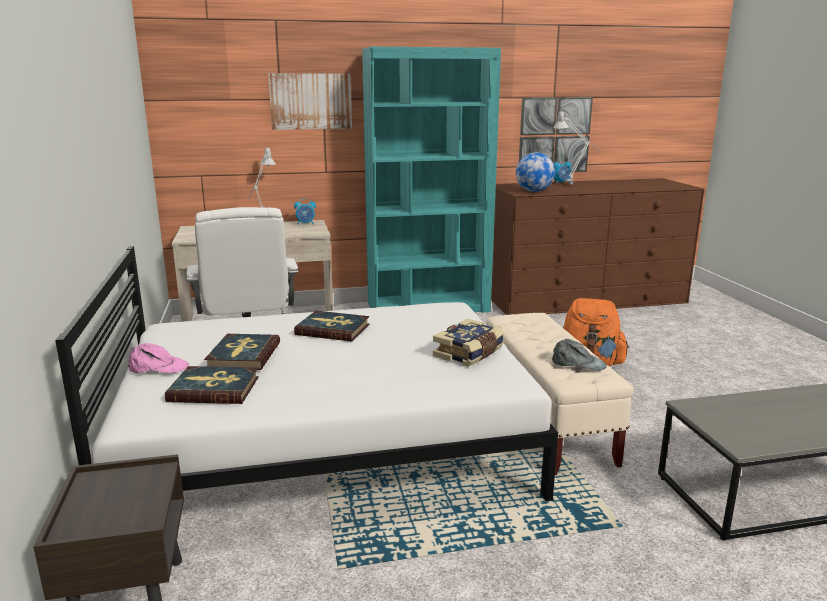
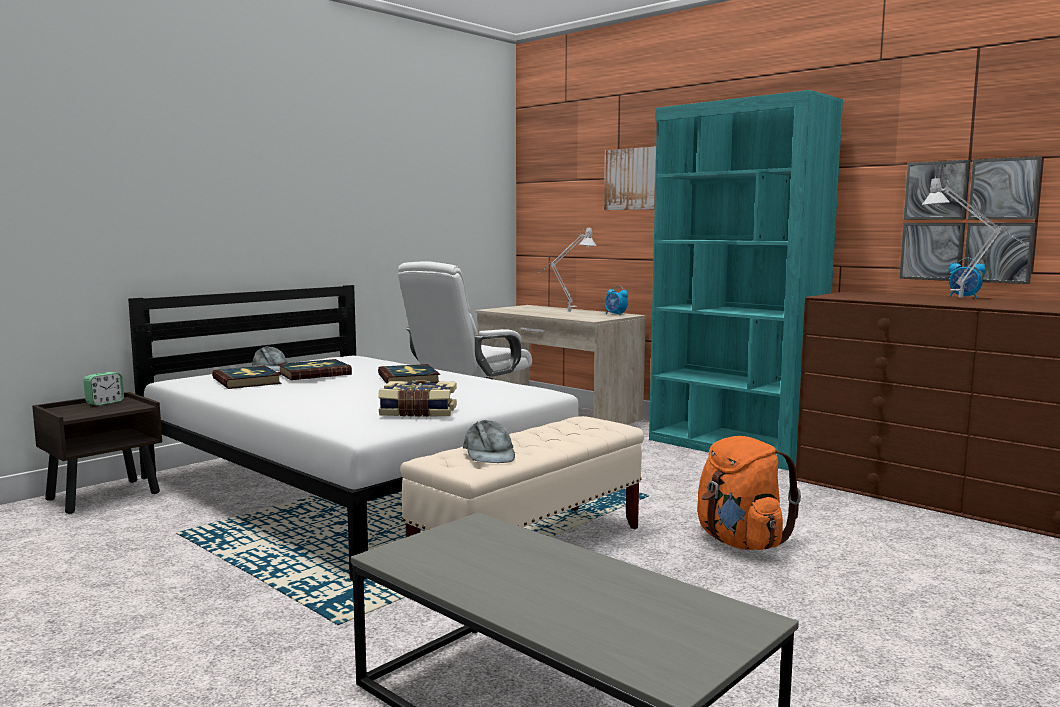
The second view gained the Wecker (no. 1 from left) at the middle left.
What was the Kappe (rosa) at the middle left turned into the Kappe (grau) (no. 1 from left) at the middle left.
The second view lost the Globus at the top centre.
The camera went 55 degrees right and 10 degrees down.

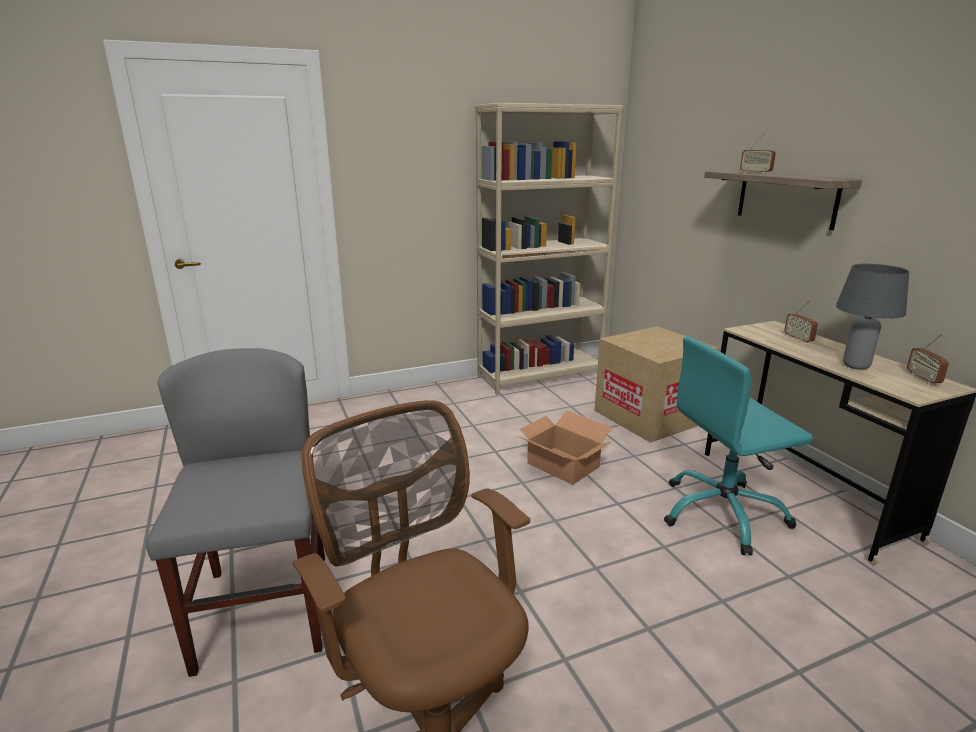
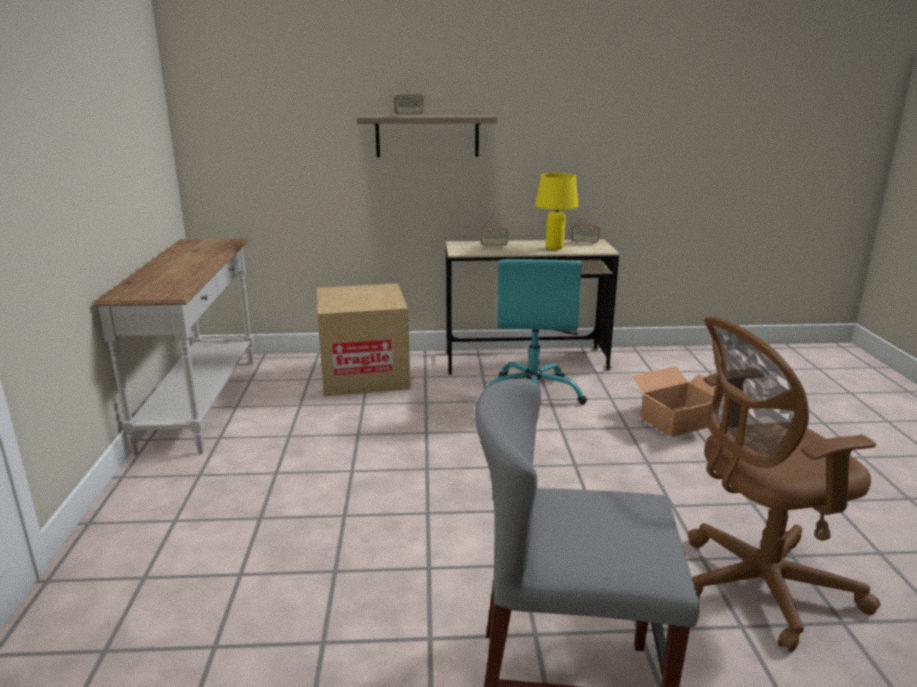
Where the Bücherregal (beige) stood at the centre, the Konsolentisch (weiß) came to stand at the middle left.
What was the Tischlampe (grau) at the middle right turned into the Tischlampe (gelb) at the top centre.
The Karton (no. 1 from left in the first image) ended up elsewhere, having gone from the centre to the middle right.
The camera went 70 degrees left and 0 degrees up.

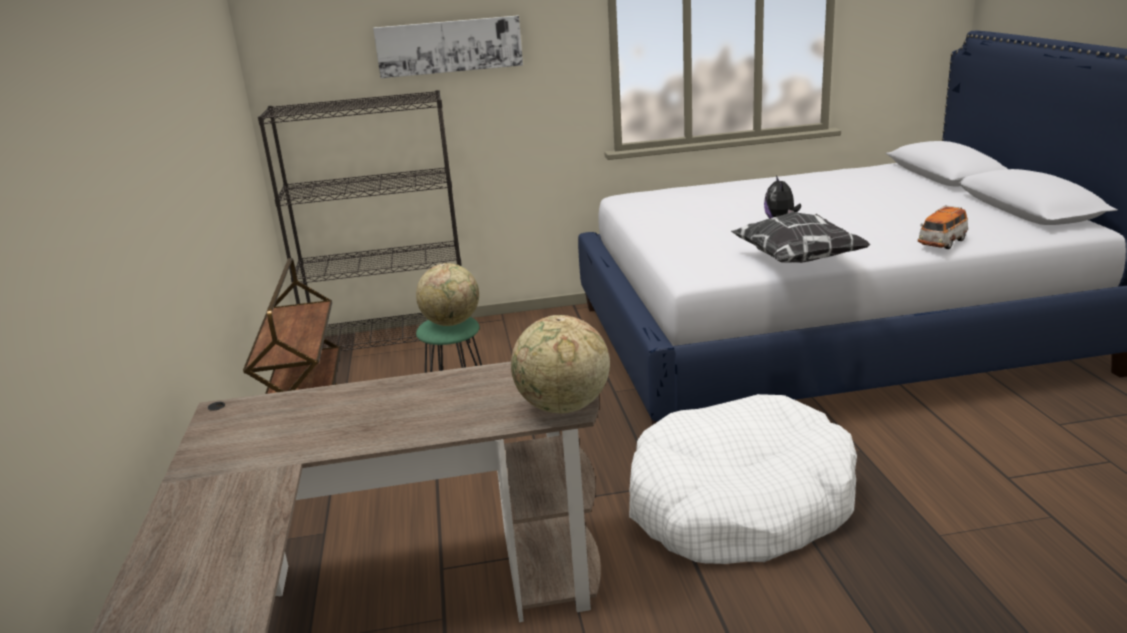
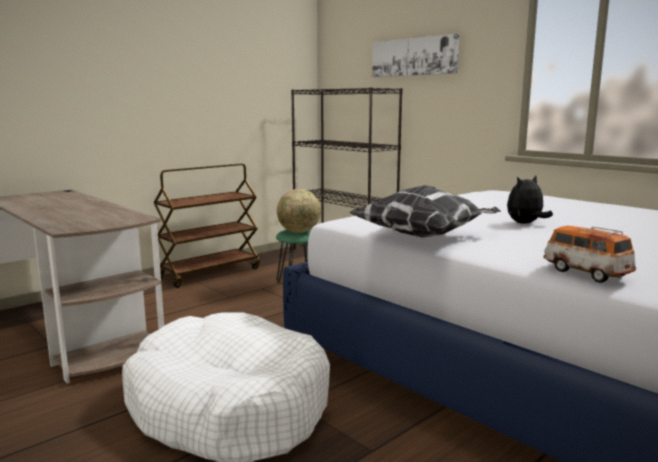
The Spielzeugauto at the middle right ended up facing another way, 45 degrees clockwise from before.
The second view lost the Globus (no. 2 from left) at the centre.
The camera went 55 degrees right and 10 degrees down.

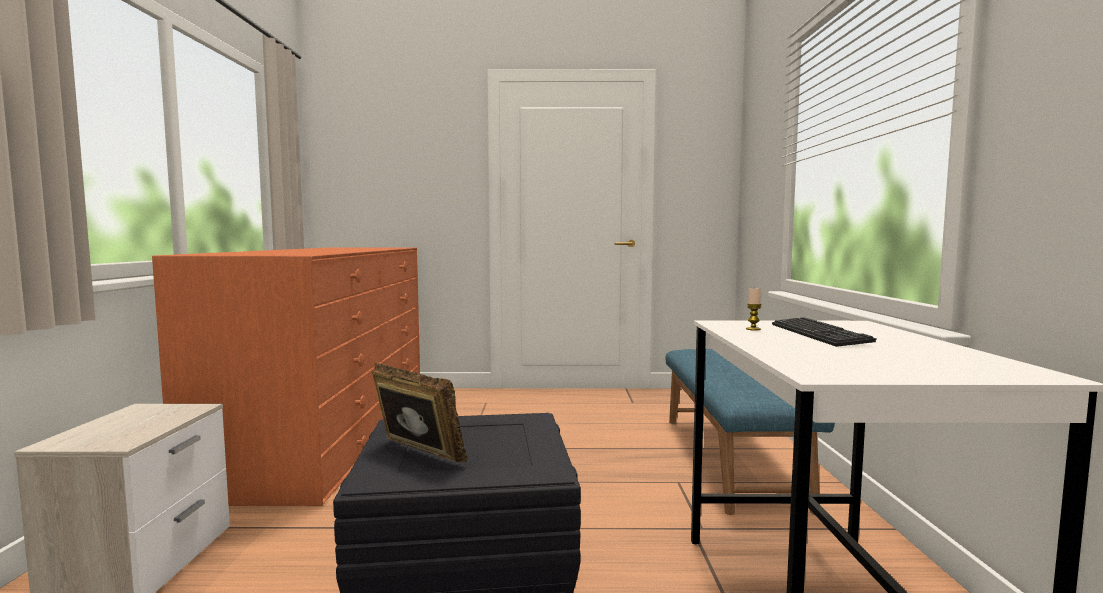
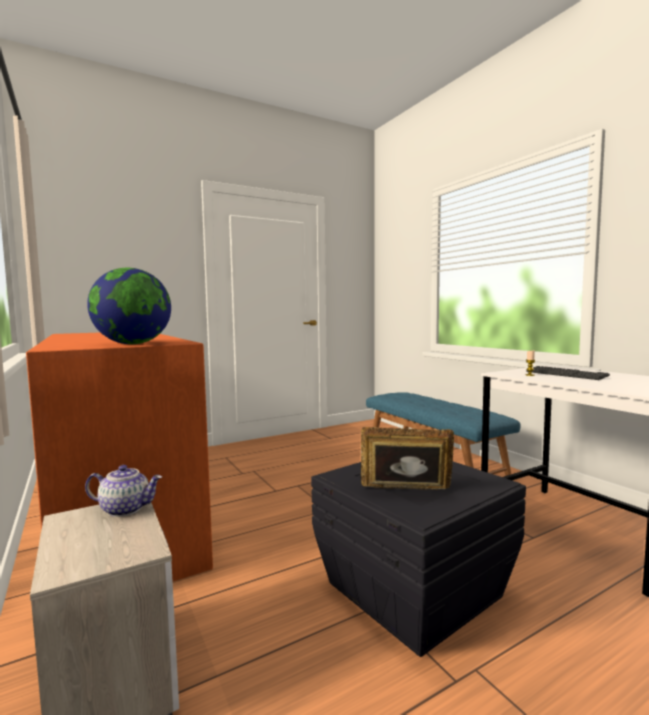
The second view gained the Teekanne at the bottom left.
The second view gained the Globus at the middle left.
The camera went 30 degrees left and 0 degrees up.

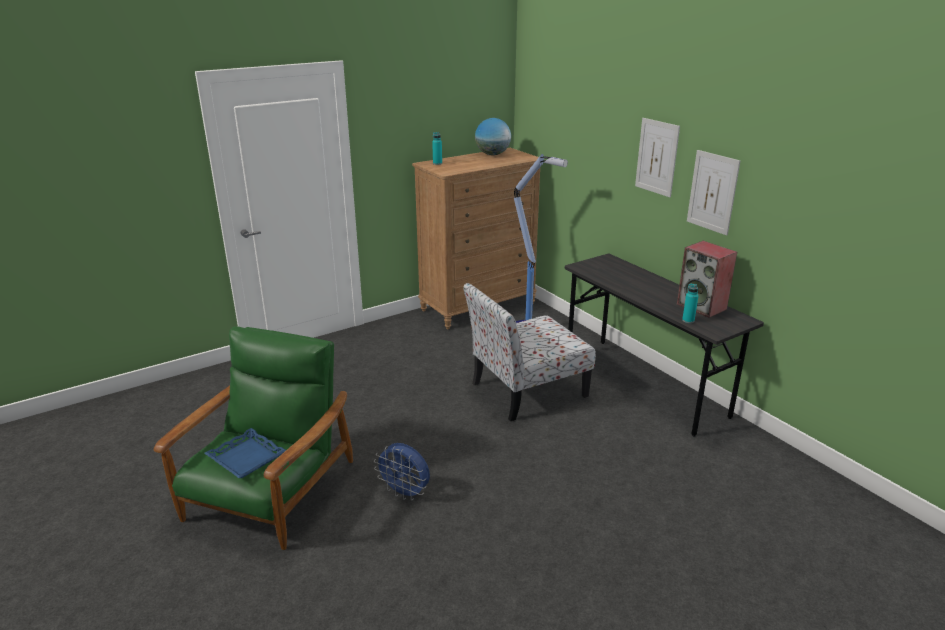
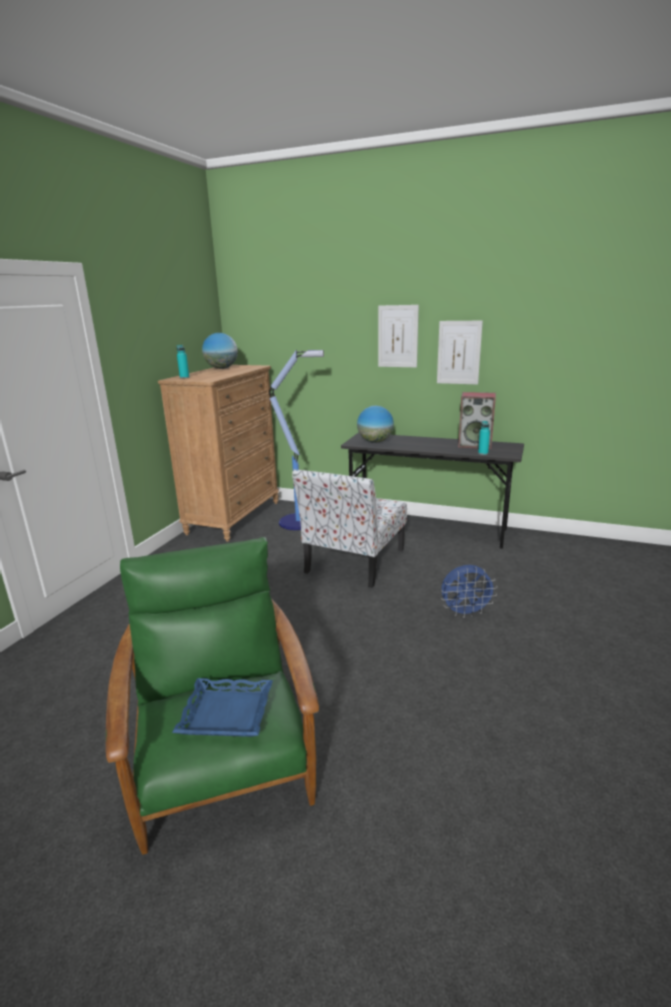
The second view gained the Globus (no. 2 from left) at the centre.
The Ventilator (blau) ended up elsewhere, having gone from the bottom centre to the middle right.
The camera went 35 degrees left and 5 degrees down.

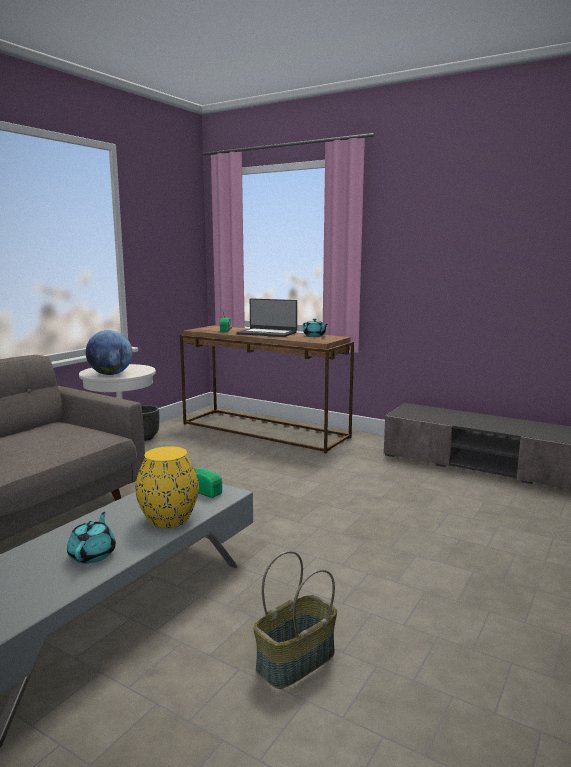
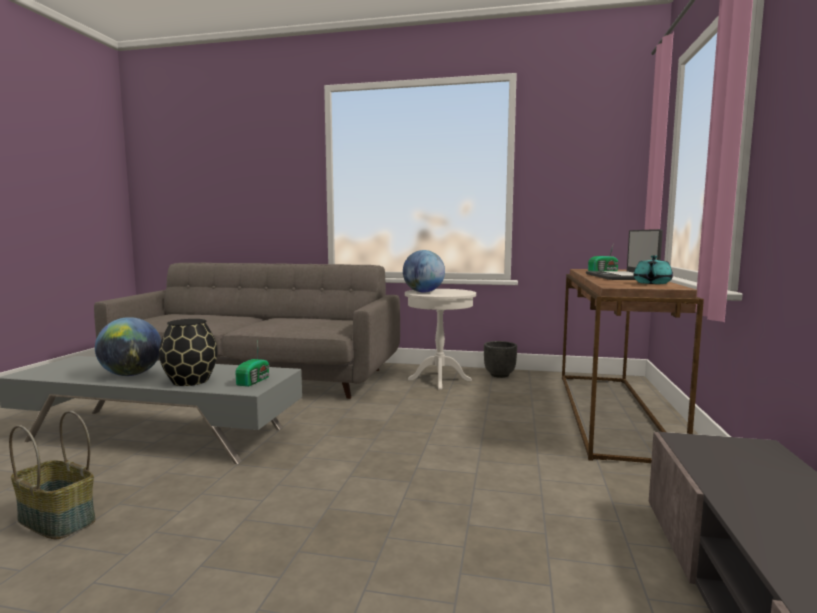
Where the Teekanne (türkis) (no. 1 from left) stood at the bottom left, the Globus (no. 1 from left) came to stand at the middle left.
What was the Vase (gelb) at the middle left turned into the Vase (schwarz) at the middle left.
The camera went 70 degrees right and 5 degrees down.

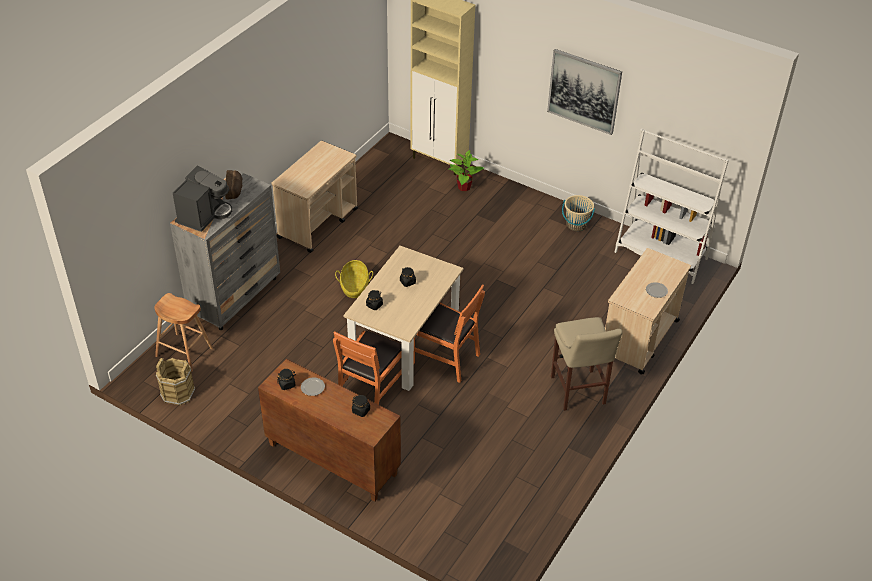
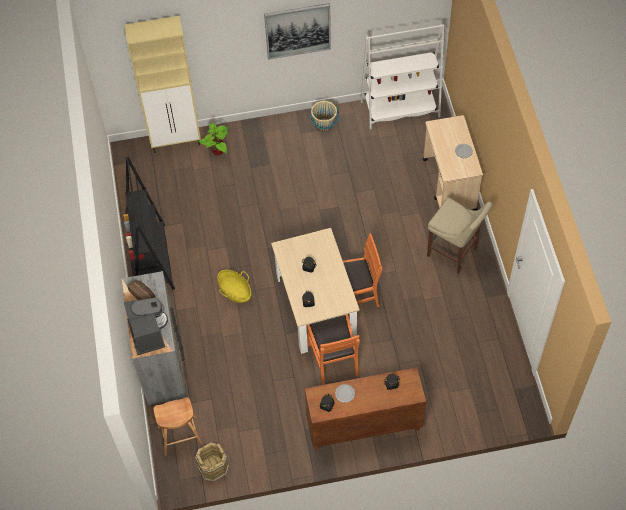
Where the Rollwagen (beige) (no. 1 from left) stood at the centre, the Bücherregal (schwarz) came to stand at the middle left.
The camera went 40 degrees left and 15 degrees up.

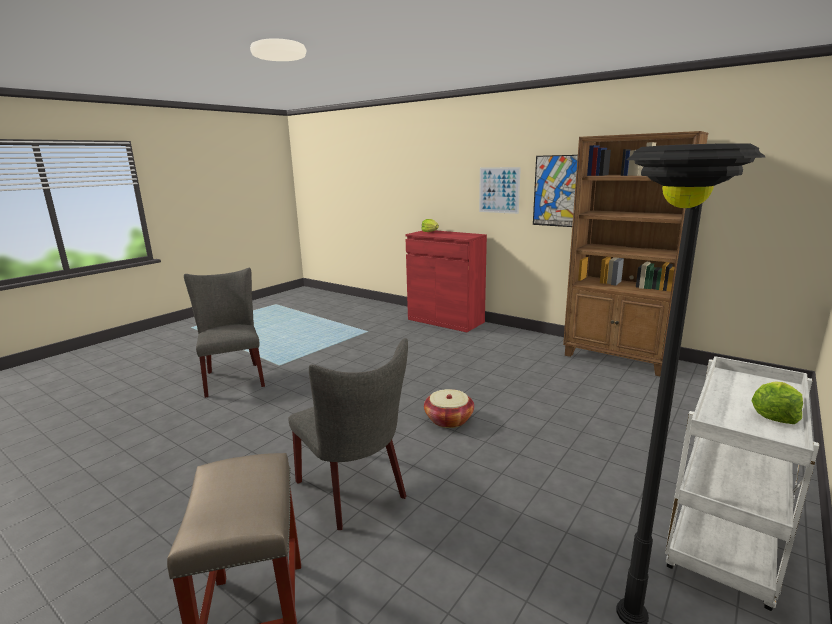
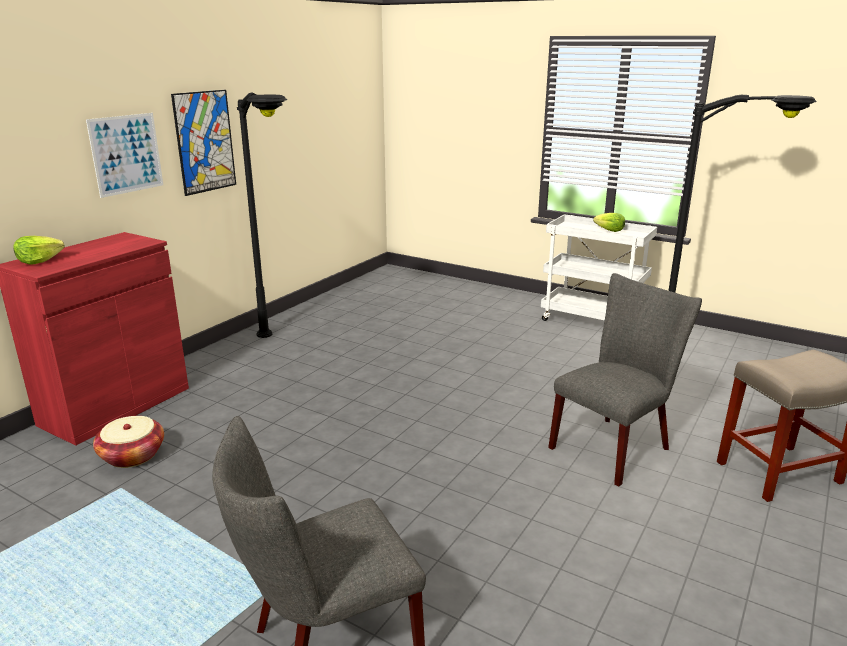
The Korb ended up elsewhere, having gone from the centre to the bottom left.
The second view gained the Stehlampe (schwarz) (no. 1 from left) at the top left.
The second view lost the Bücherregal (braun) at the middle right.
The camera went 95 degrees left and 5 degrees up.

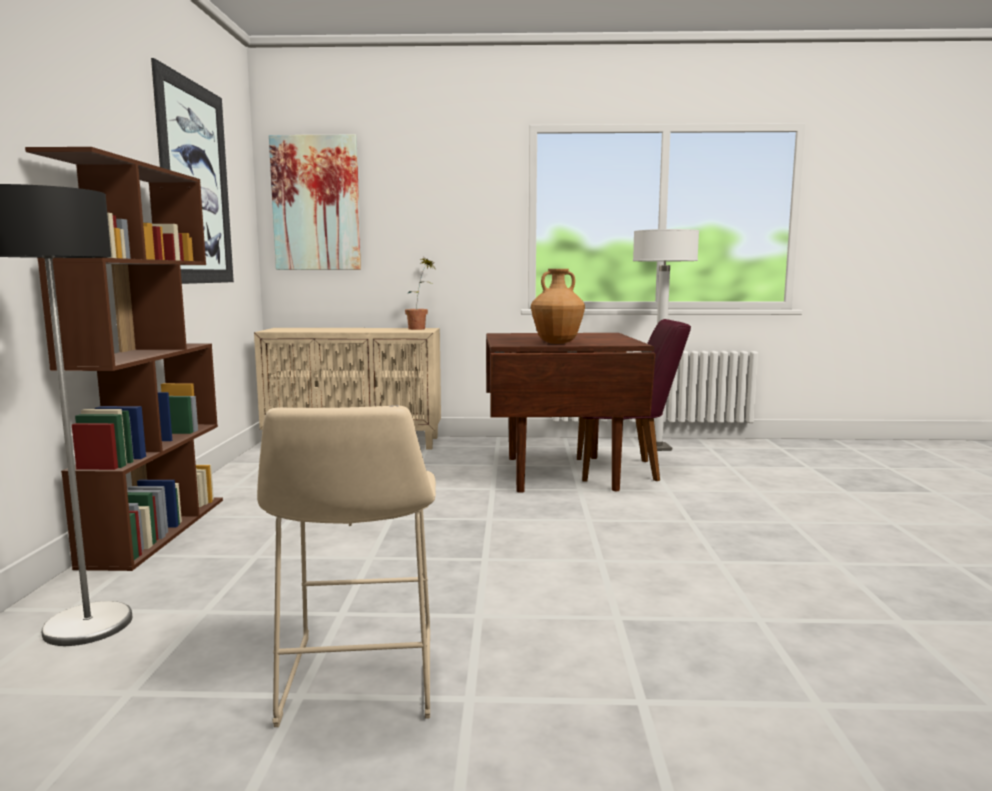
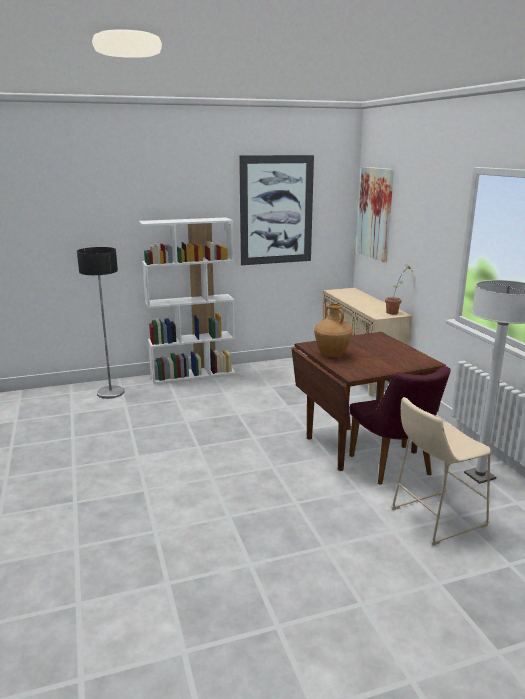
What was the Bücherregal (braun) at the middle left turned into the Bücherregal (weiß) at the centre.
The Hocker (beige) ended up elsewhere, having gone from the bottom centre to the bottom right.
The camera went 70 degrees right and 10 degrees up.

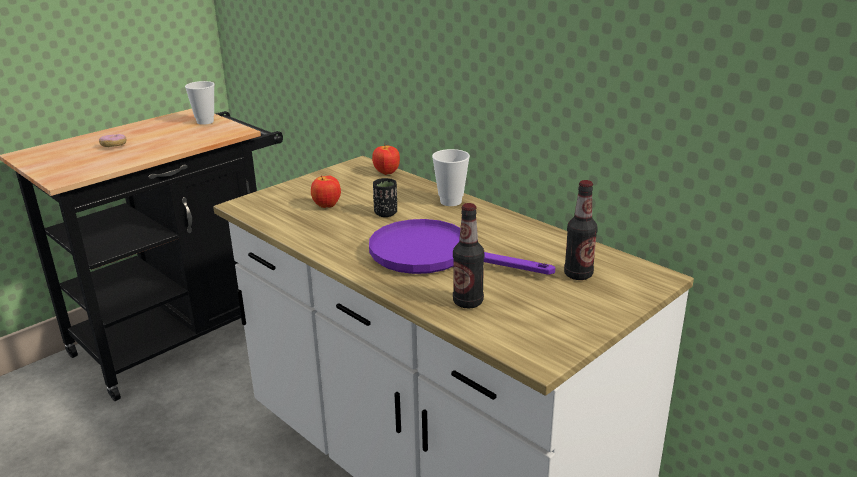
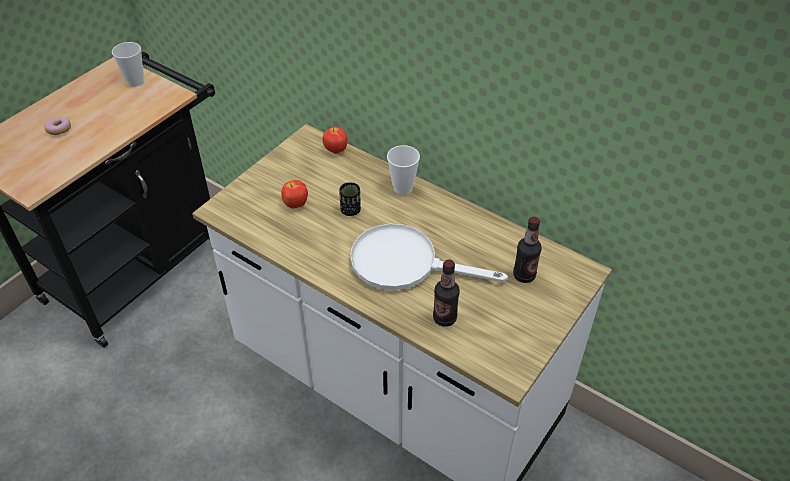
What was the Pfanne (lila) at the centre turned into the Pfanne (weiß) at the centre.
The camera went 10 degrees left and 20 degrees up.

